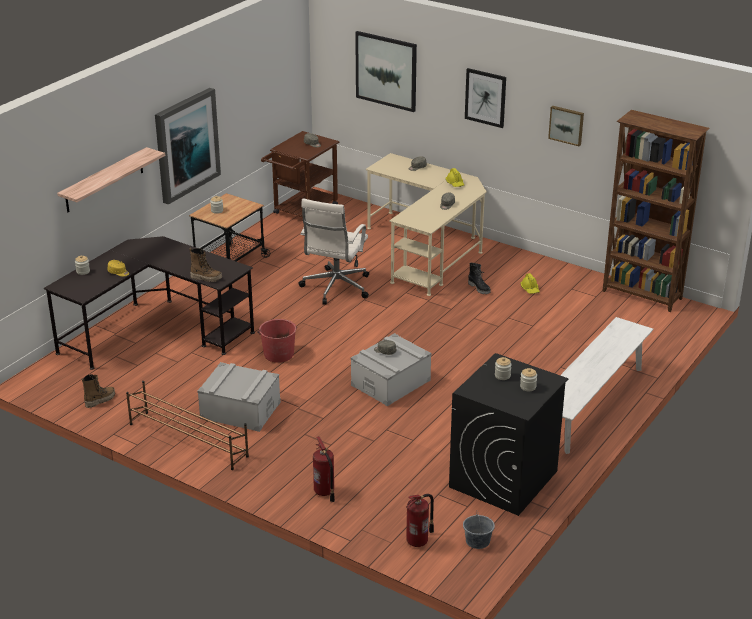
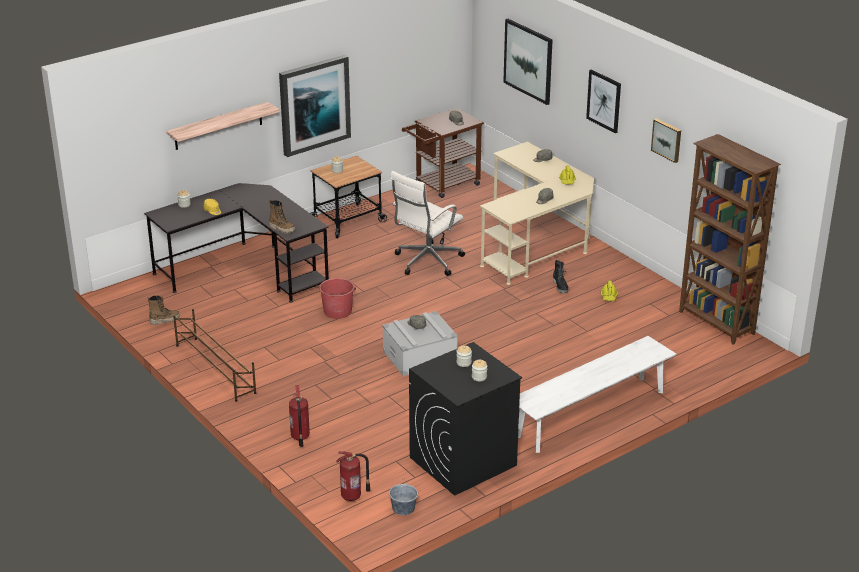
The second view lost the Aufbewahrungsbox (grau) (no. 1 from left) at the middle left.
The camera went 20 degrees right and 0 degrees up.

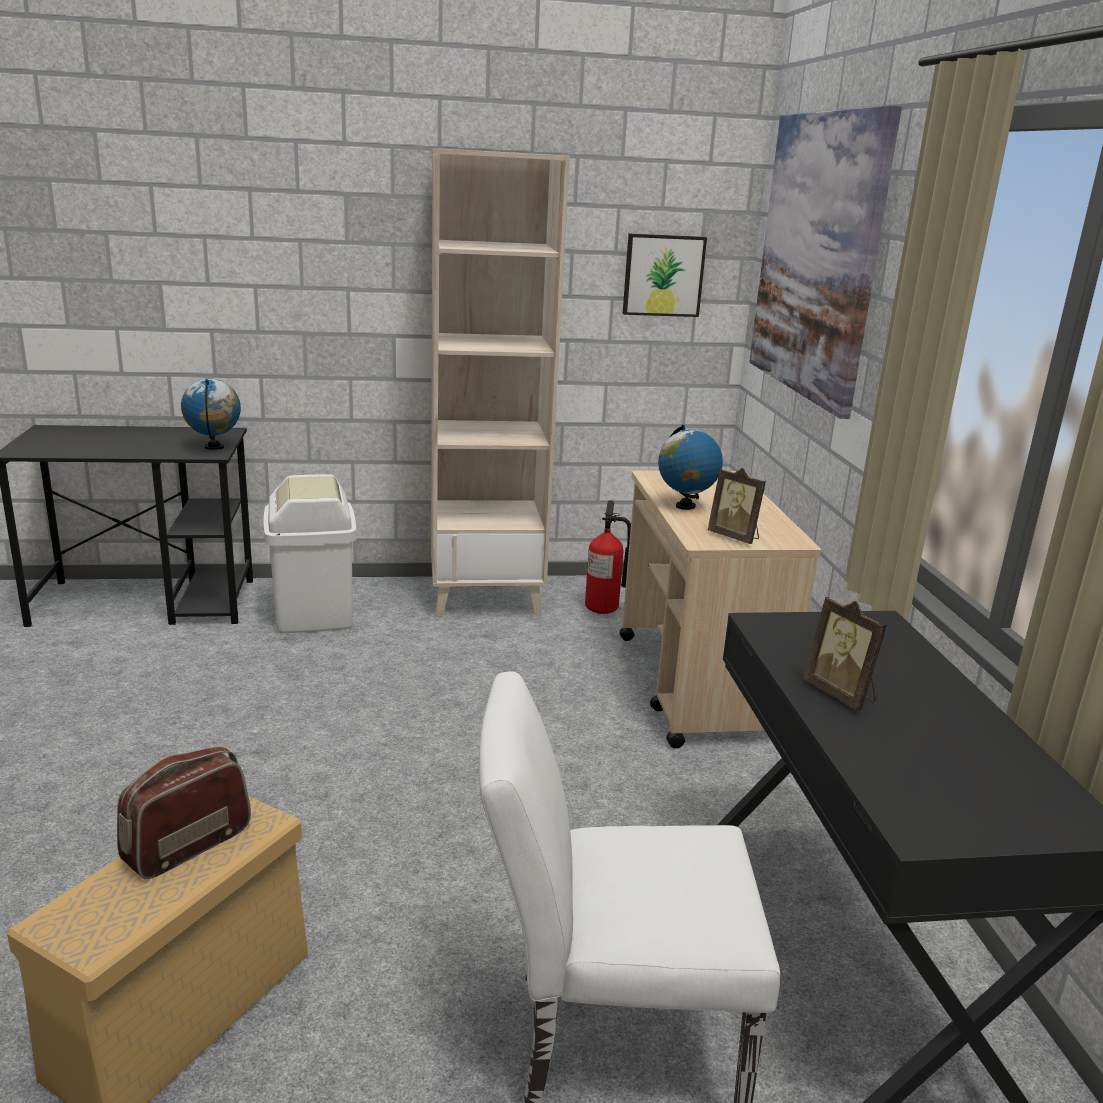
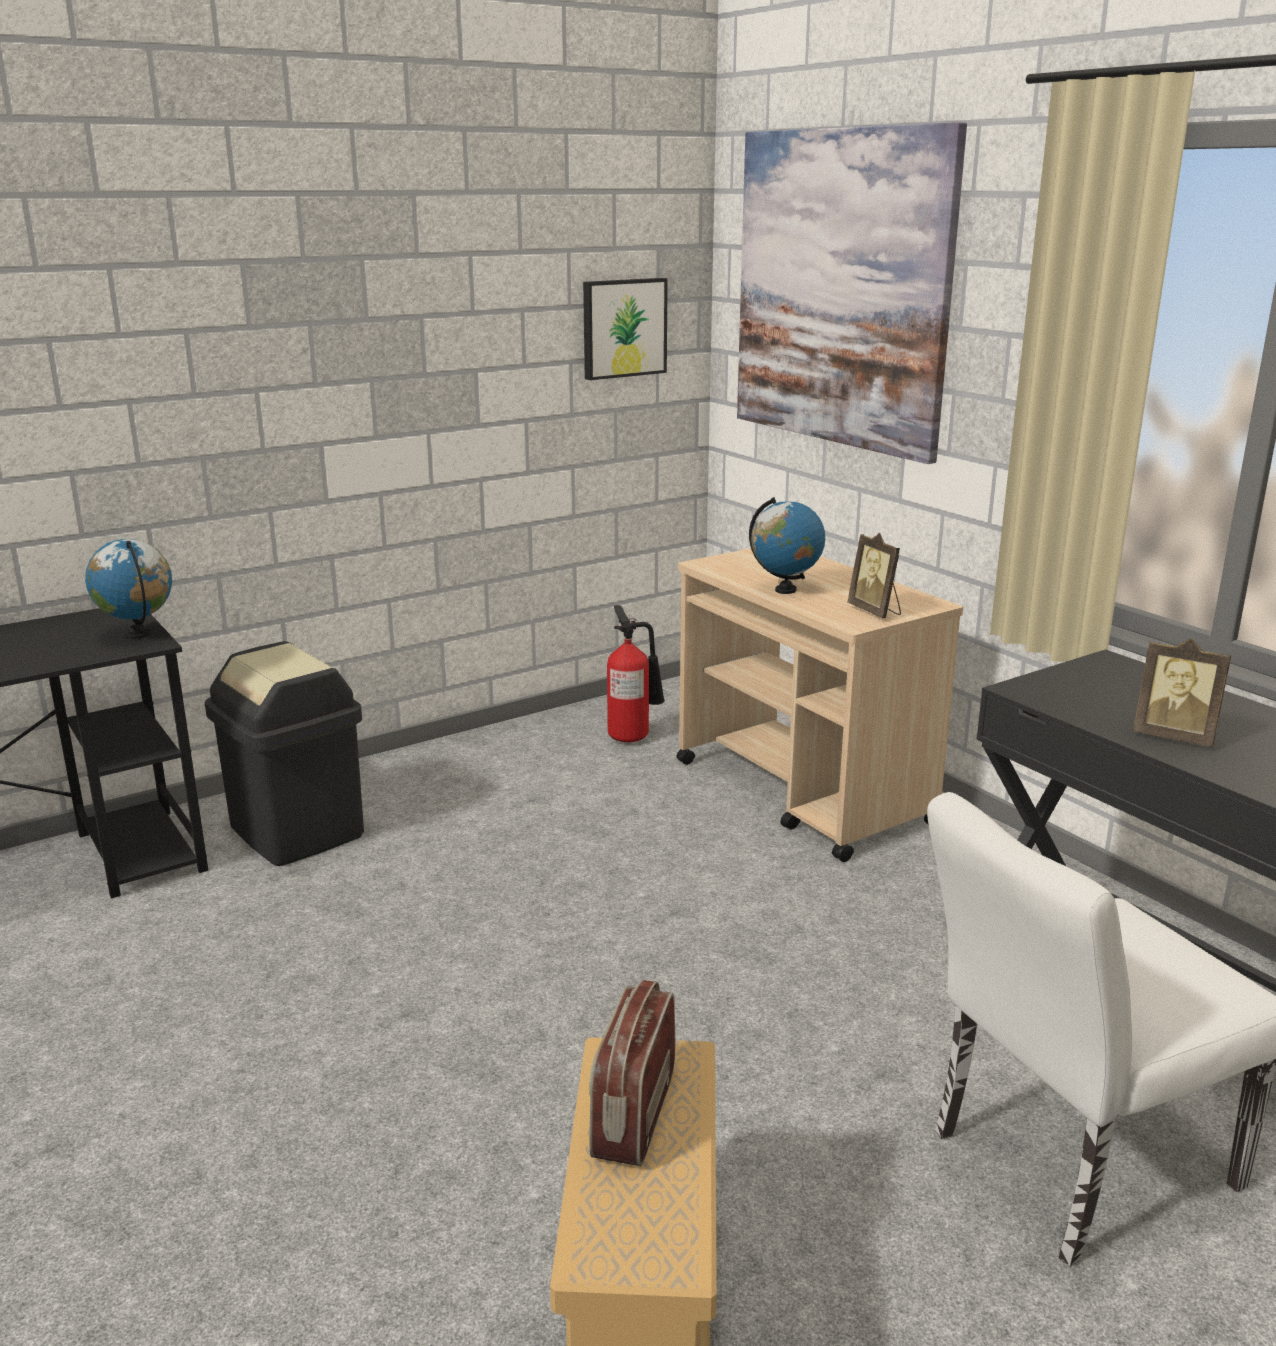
What was the Mülleimer (weiß) at the middle left turned into the Mülleimer (schwarz) at the middle left.
The Bilderrahmen (no. 1 from left) at the middle right ended up facing another way, 45 degrees clockwise from before.
The second view lost the Bücherregal (beige) at the centre.
The camera went 25 degrees left and 0 degrees up.

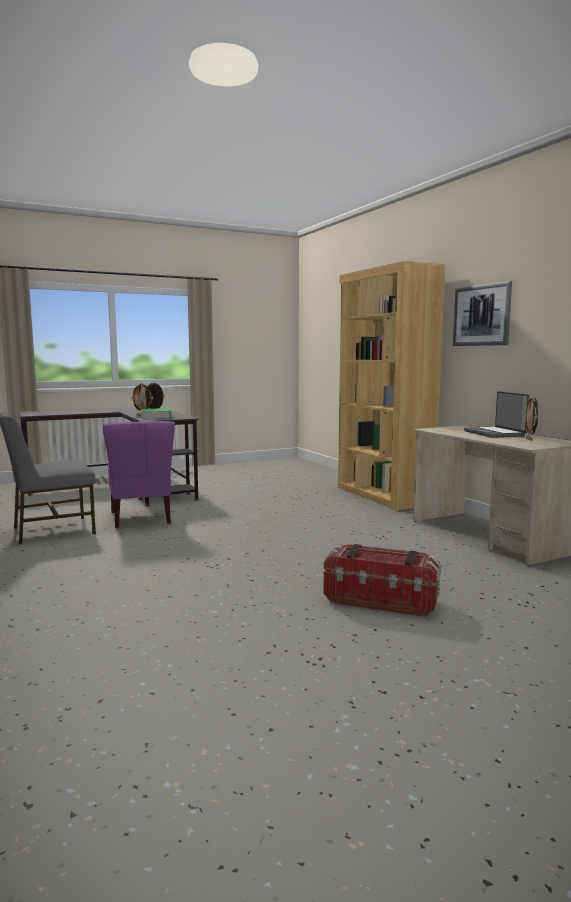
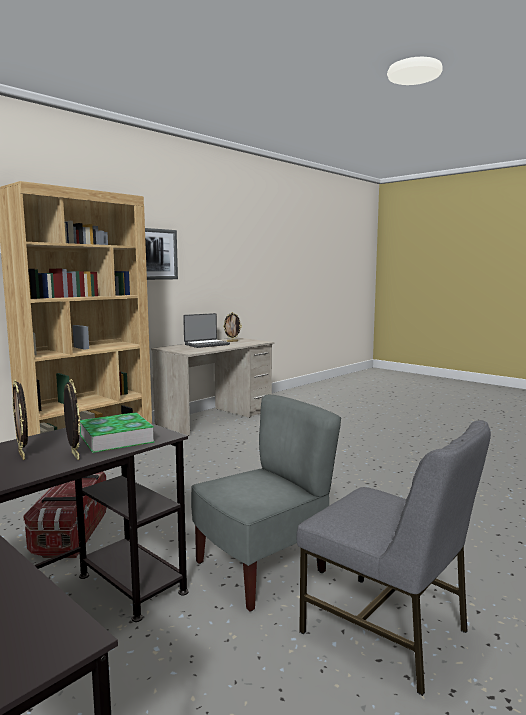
The Aufbewahrungsbox ended up elsewhere, having gone from the middle right to the bottom left.
What was the Stuhl (lila) at the middle left turned into the Stuhl (grau) (no. 1 from left) at the bottom centre.
The camera went 110 degrees left and 0 degrees up.

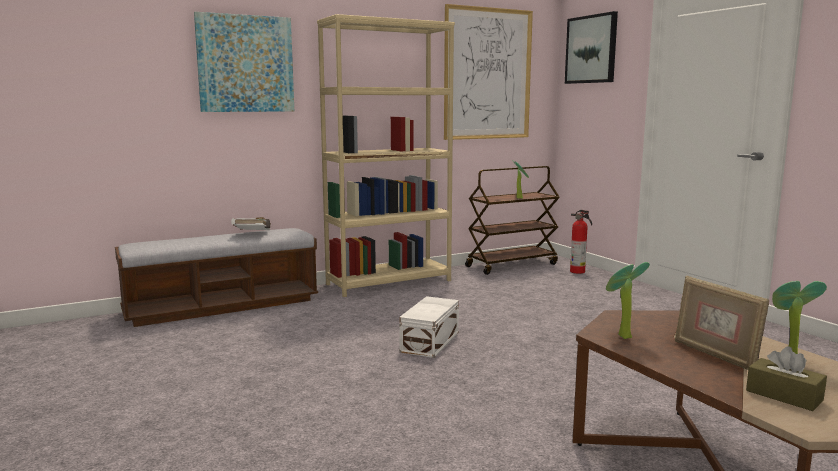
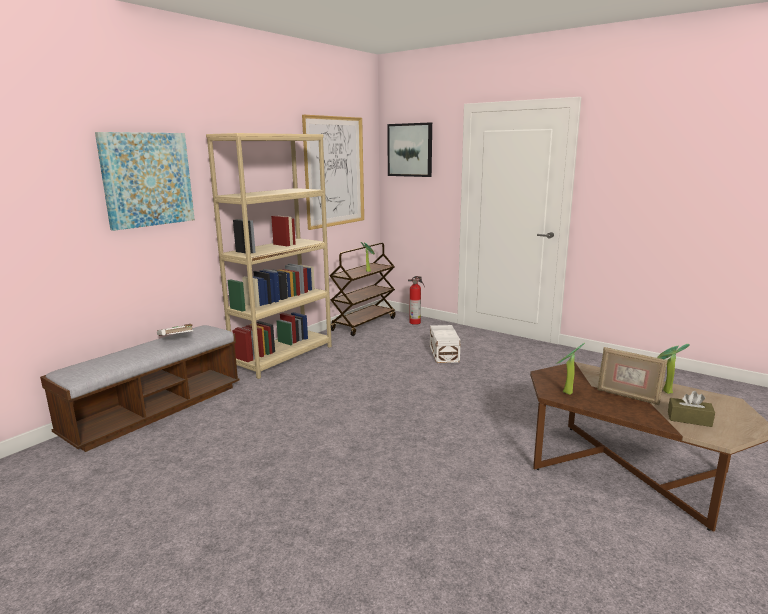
The Aufbewahrungsbox (weiß) ended up elsewhere, having gone from the bottom centre to the centre.
The camera went 25 degrees left and 5 degrees up.

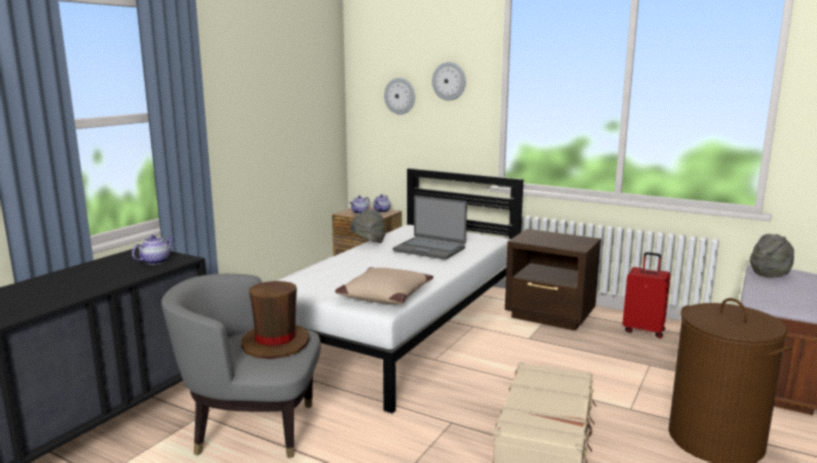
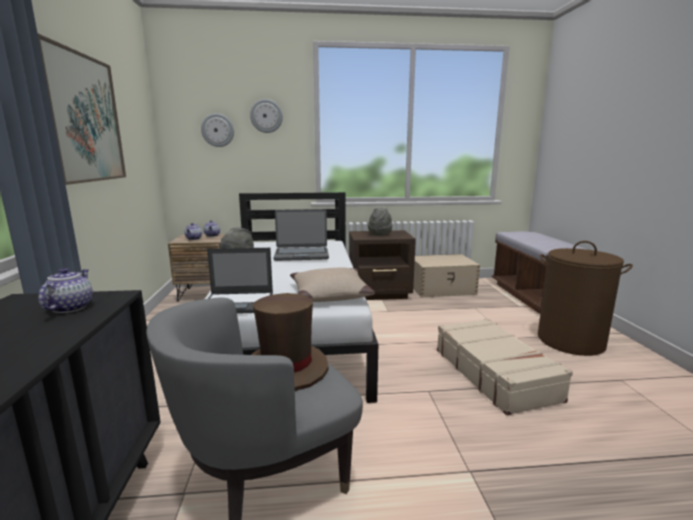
The second view gained the Bild at the top left.
The second view gained the Laptop (no. 1 from left) at the centre.
The Hut (grau) (no. 2 from left) ended up elsewhere, having gone from the middle right to the centre.
Where the Koffer (rot) stood at the middle right, the Aufbewahrungsbox (beige) came to stand at the centre.
The camera went 35 degrees left and 0 degrees up.

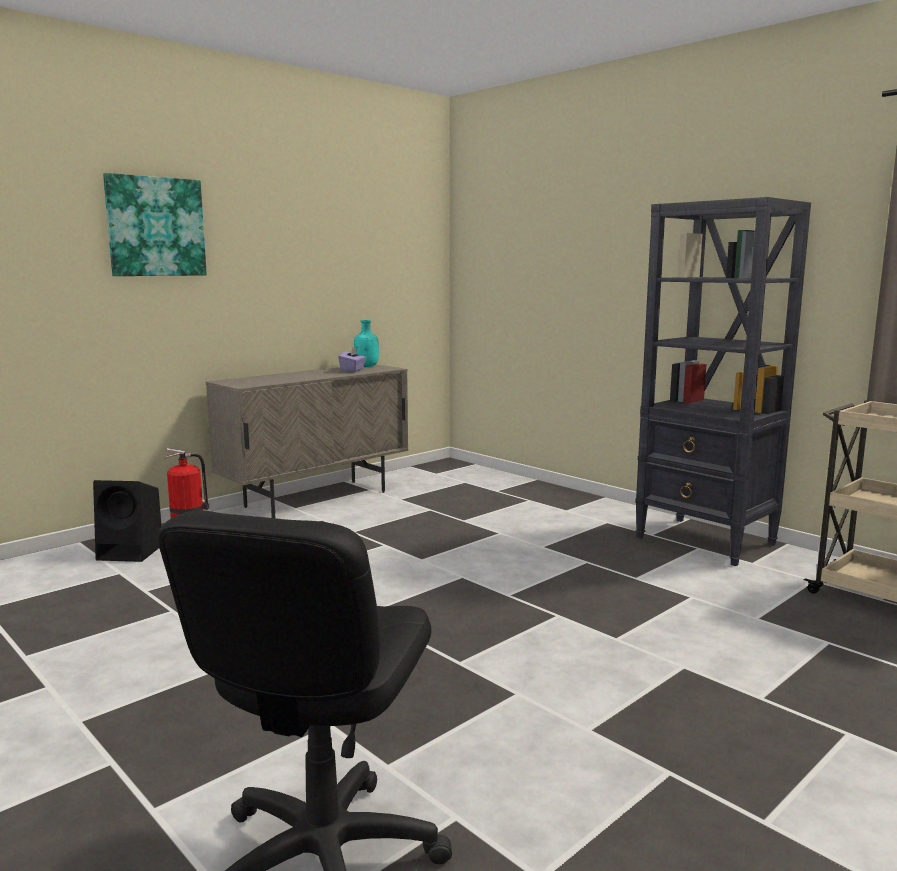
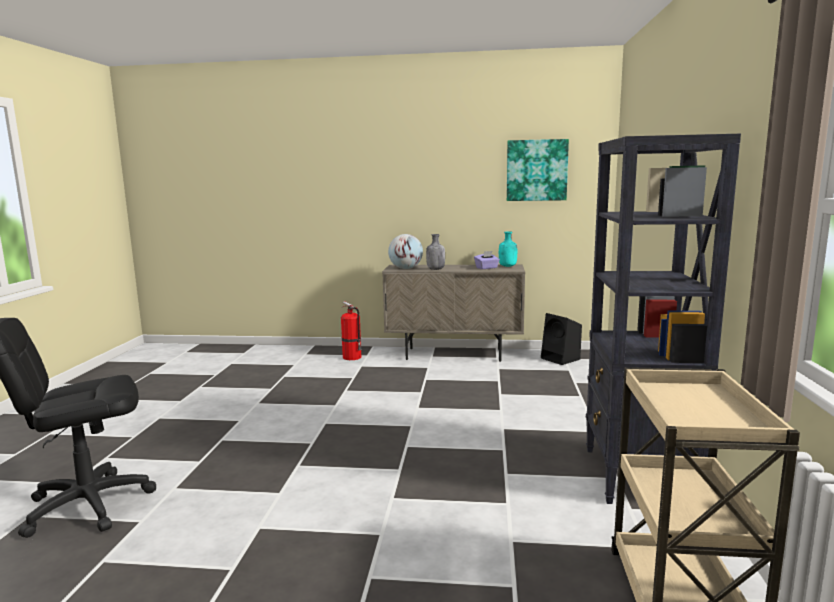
The second view gained the Globus at the centre.
The second view gained the Flasche (grau) at the centre.
The Bild ended up elsewhere, having gone from the top left to the top centre.
The Lautsprecher (schwarz) ended up elsewhere, having gone from the middle left to the middle right.
The camera went 50 degrees right and 0 degrees up.

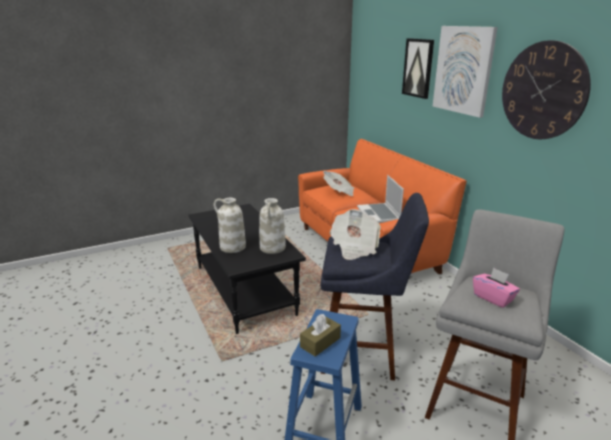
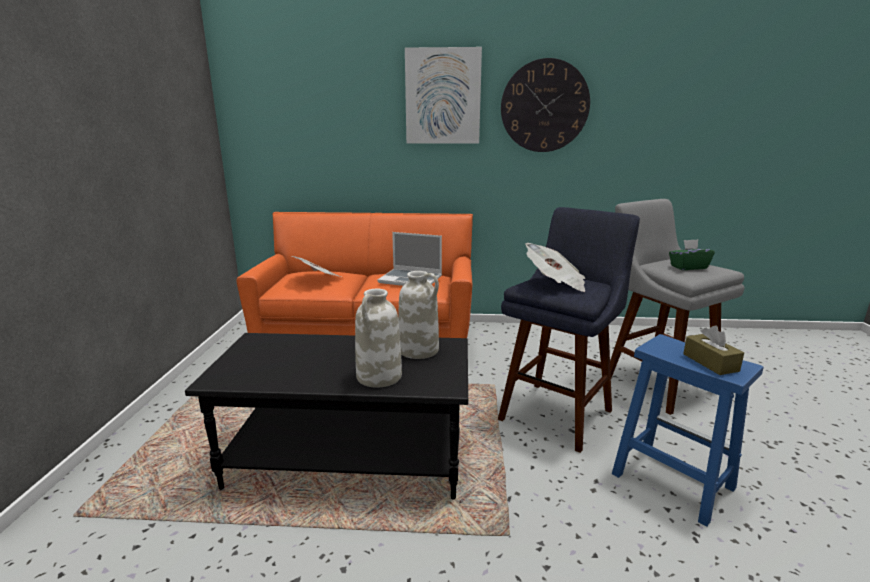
What was the Taschentuchbox (rosa) at the middle right turned into the Taschentuchbox (grün) at the middle right.
The second view lost the Bild (no. 1 from left) at the top right.
The camera went 60 degrees left and 5 degrees down.

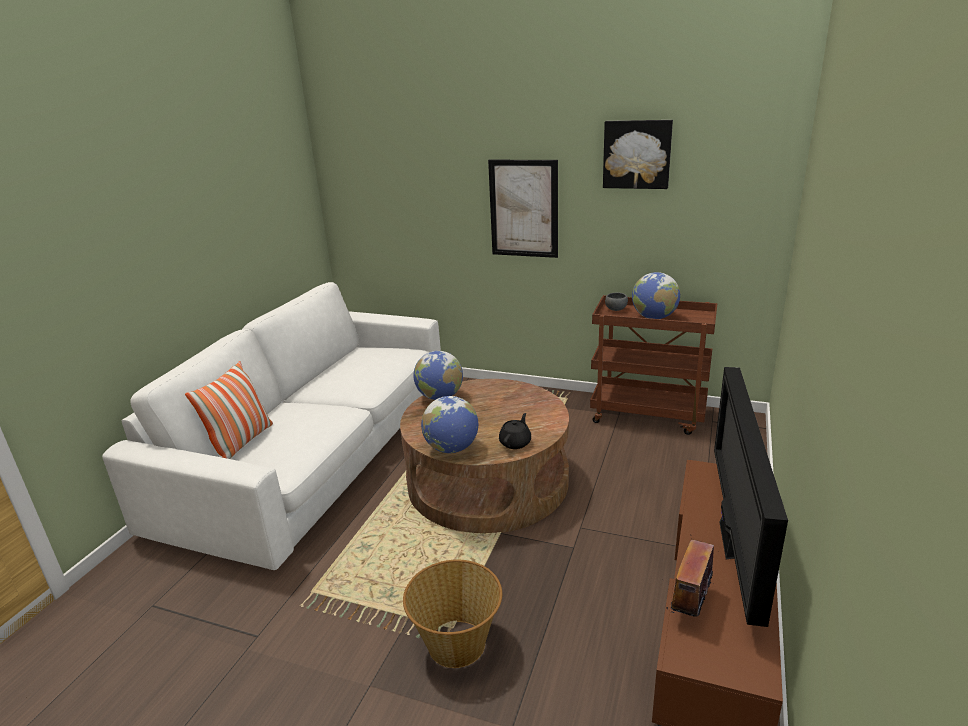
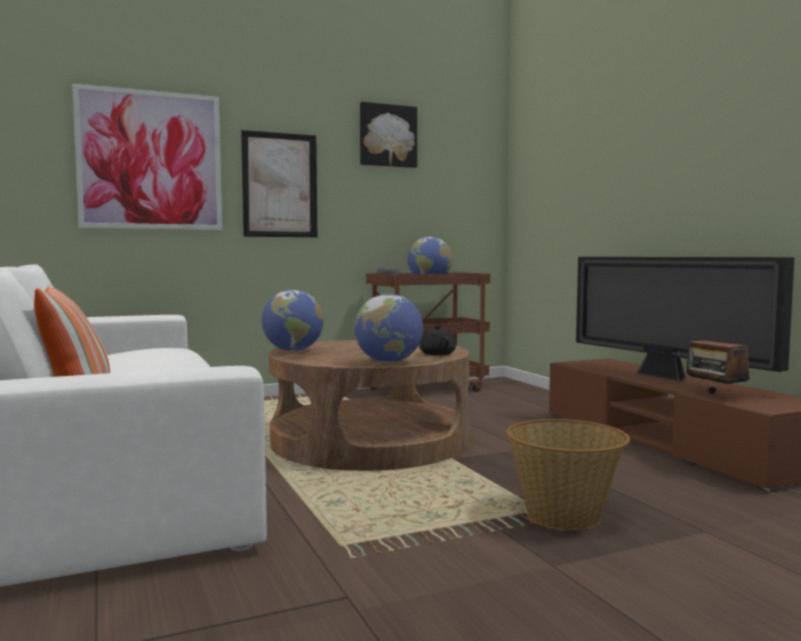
The second view gained the Bild (no. 1 from left) at the top left.
The camera went 45 degrees left and 20 degrees down.

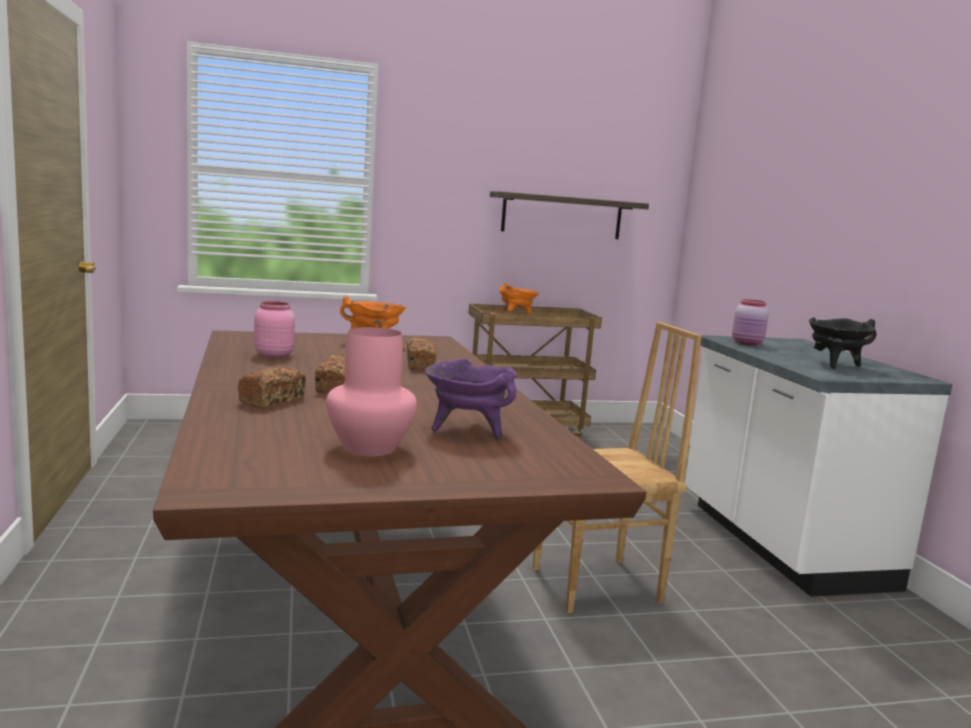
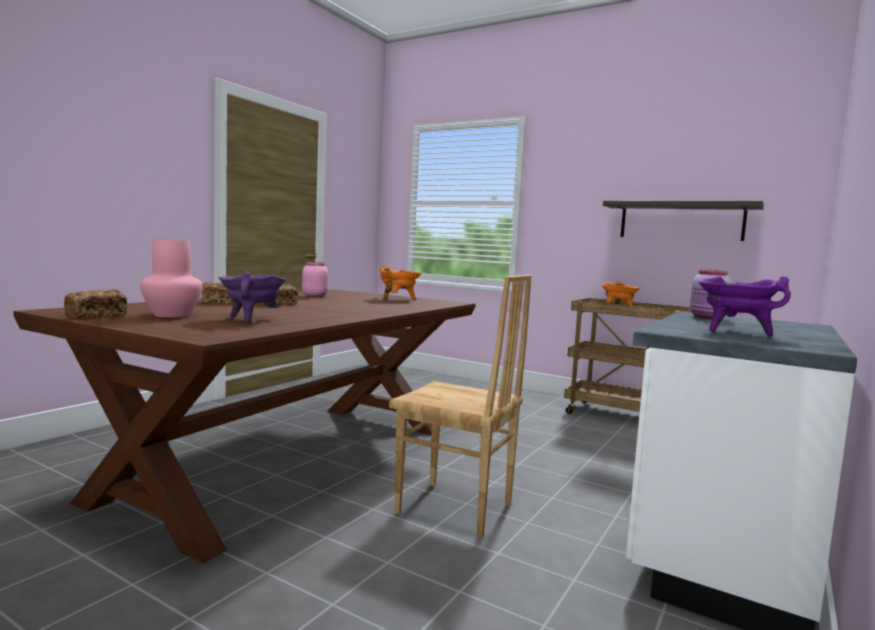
The Brot (no. 3 from left in the first image) ended up elsewhere, having gone from the centre to the middle left.
What was the Kochtopf (schwarz) at the middle right turned into the Kochtopf (lila) (no. 2 from left) at the middle right.
The camera went 45 degrees right and 5 degrees down.

